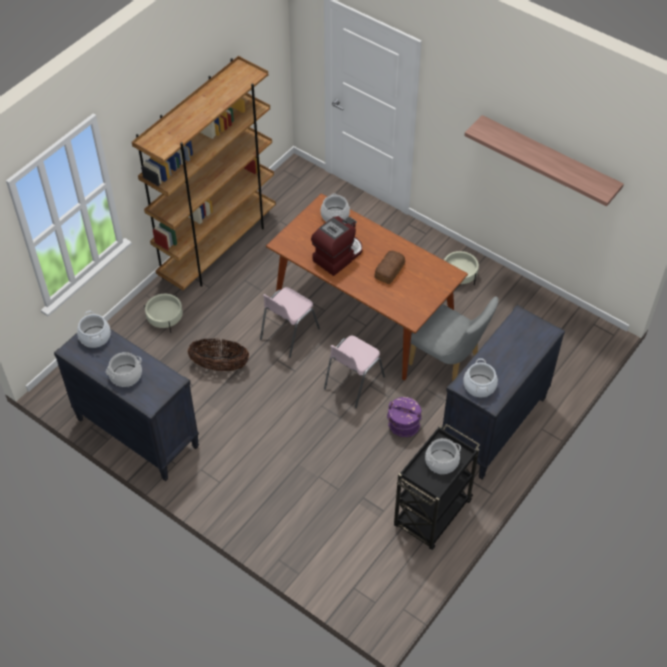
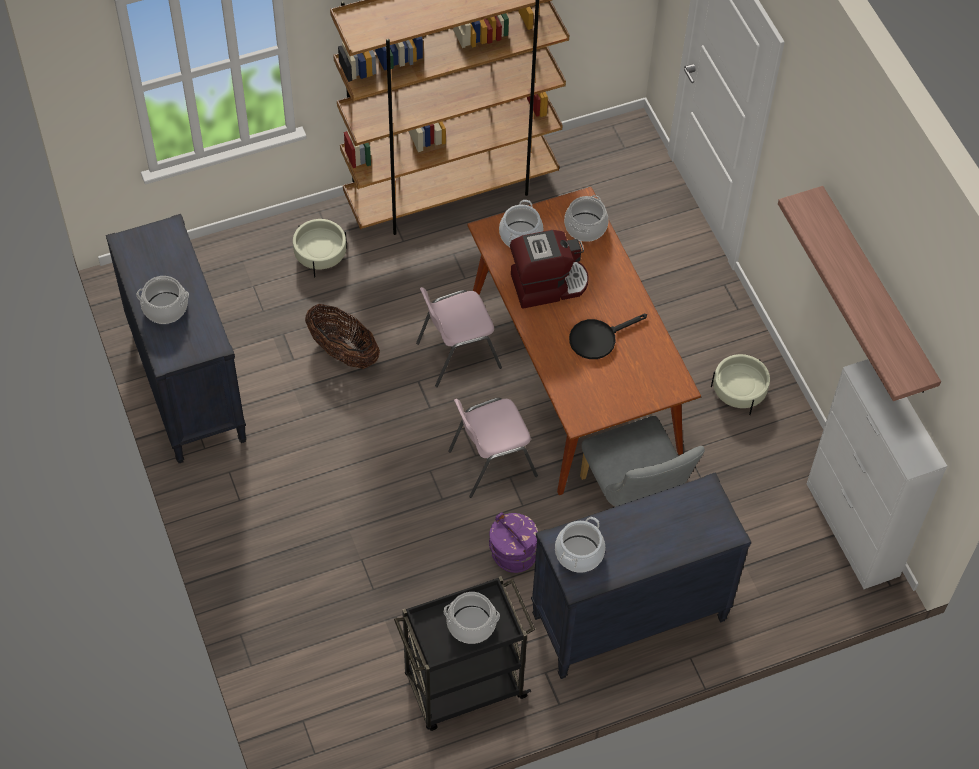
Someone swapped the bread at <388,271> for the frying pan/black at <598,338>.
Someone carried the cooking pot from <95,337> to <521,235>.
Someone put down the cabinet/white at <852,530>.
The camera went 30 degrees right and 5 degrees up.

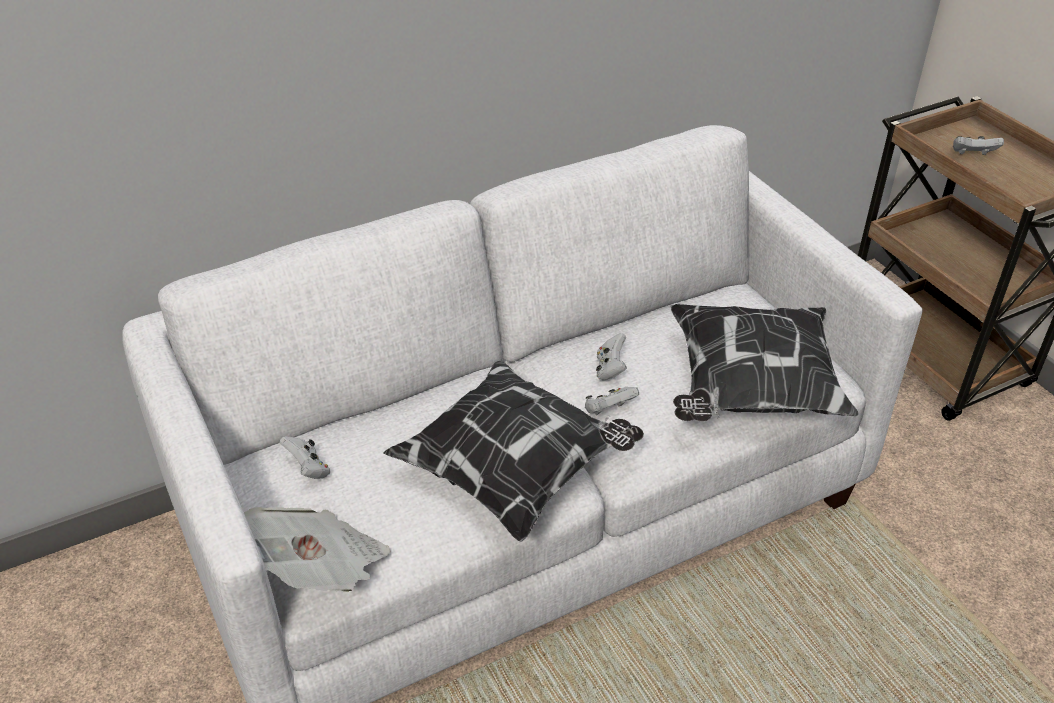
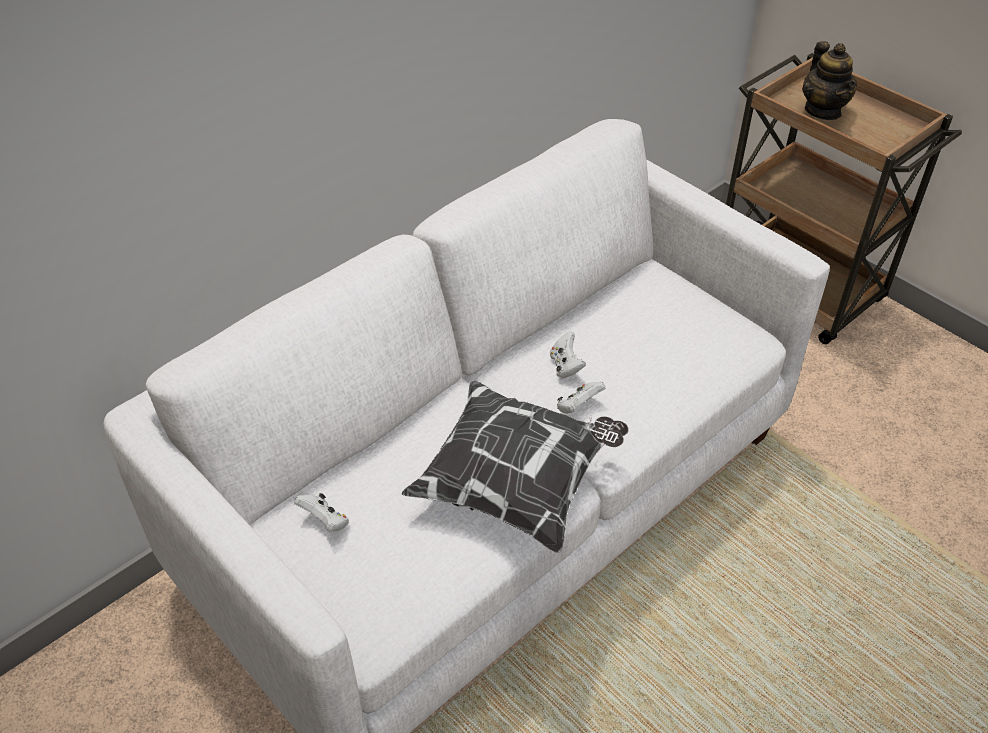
Someone swapped the game controller/white at <972,155> for the teapot at <823,110>.
Someone took away the pillow at <749,390>.
Someone took away the newspaper at <318,570>.
The camera went 15 degrees left and 5 degrees up.

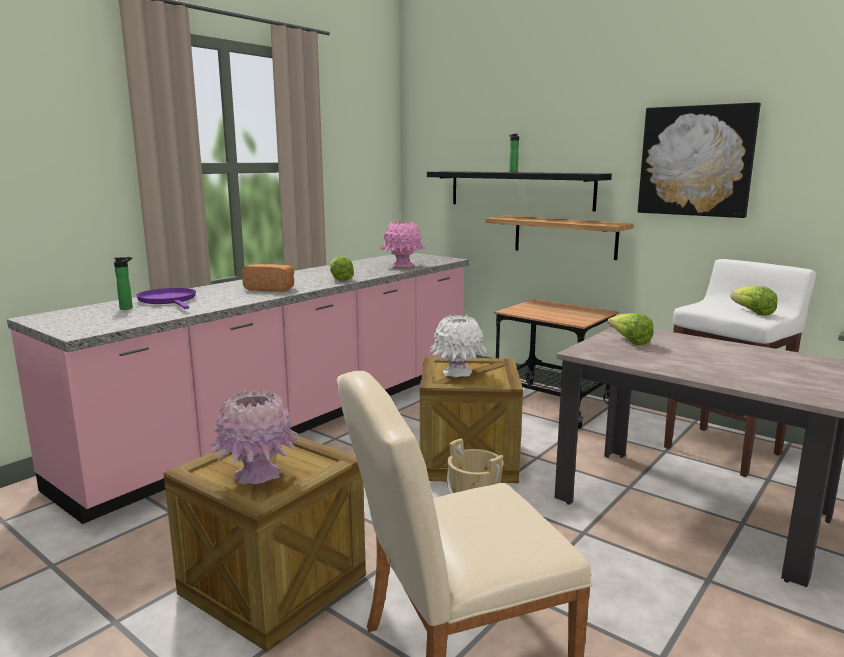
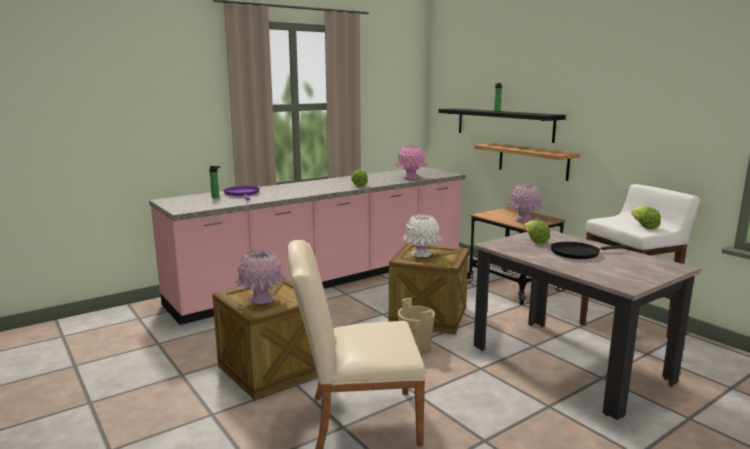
Someone took away the picture at <696,161>.
Someone took away the bread at <271,289>.
Someone put down the vase/pink at <524,220>.
Someone put down the frying pan/black at <577,253>.
The camera went 15 degrees right and 0 degrees up.

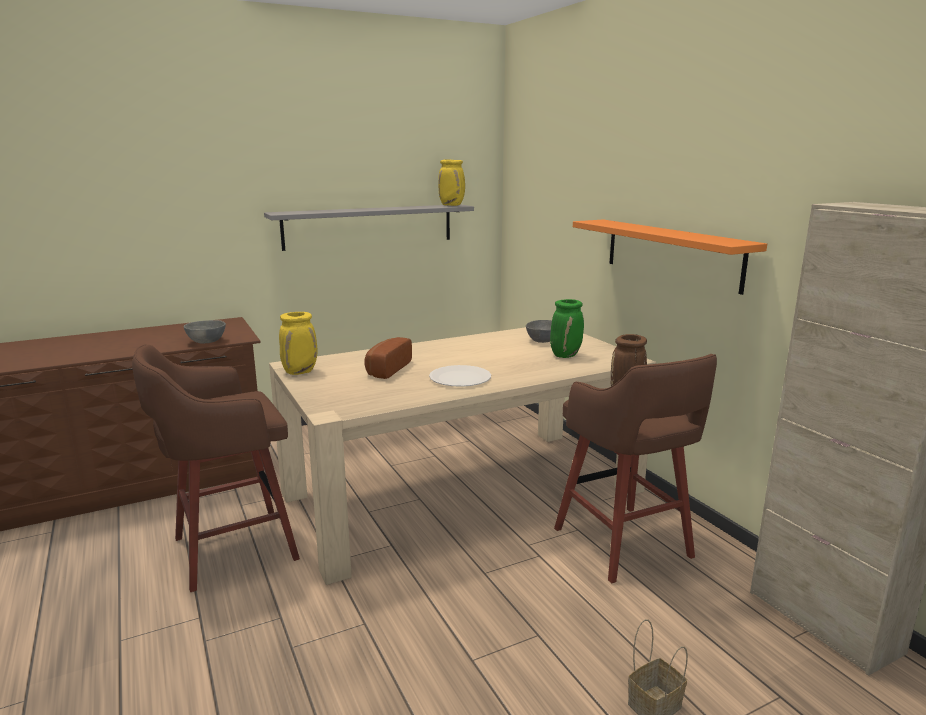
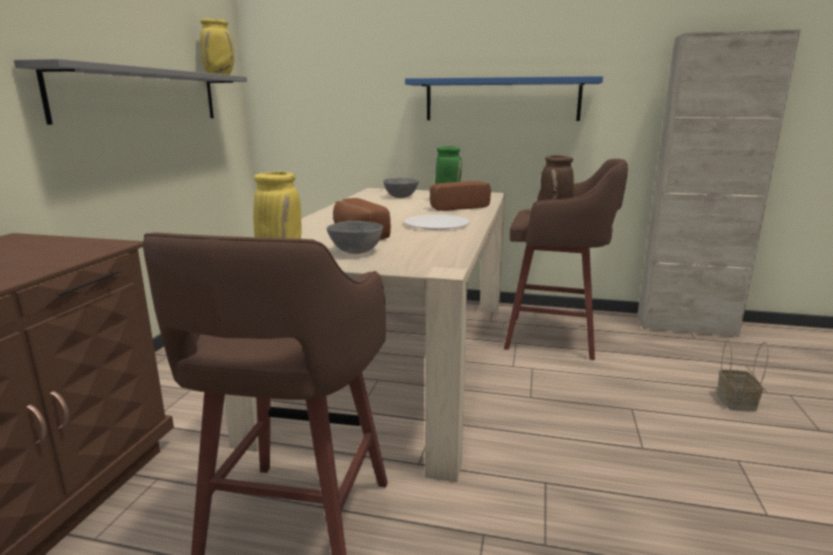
Someone repainted the shelf/orange at <671,253>, which became the shelf/blue at <502,100>.
Someone carried the bowl/grey from <205,342> to <355,252>.
Someone put down the bread at <457,207>.
The camera went 50 degrees left and 0 degrees up.

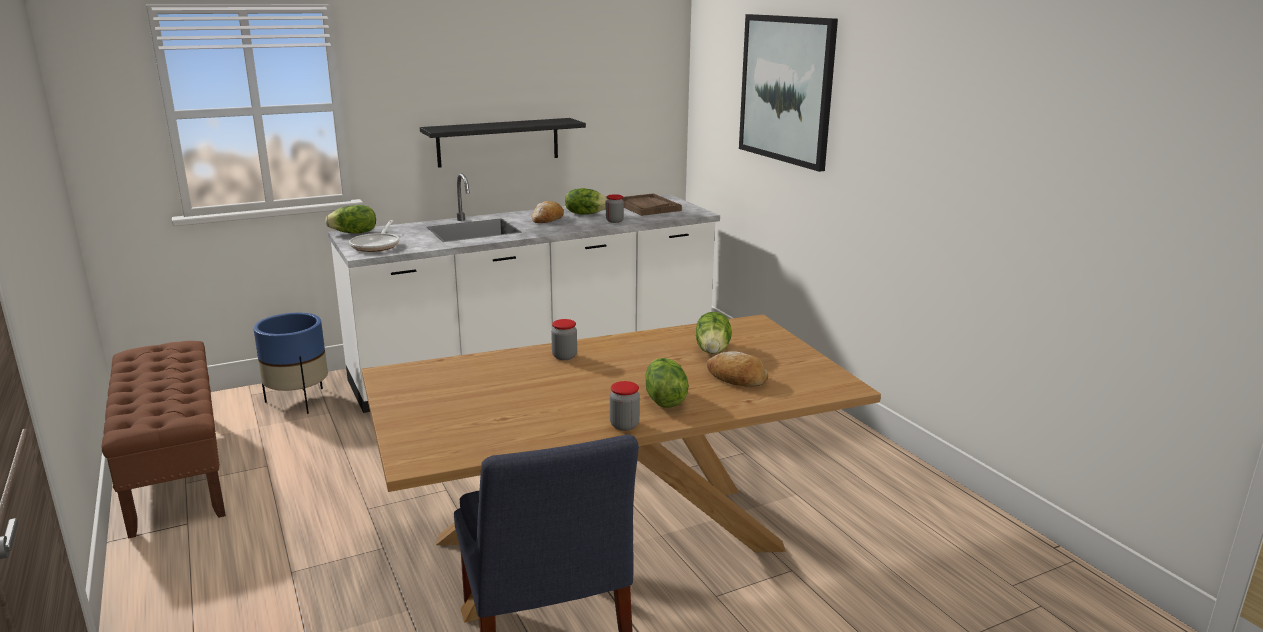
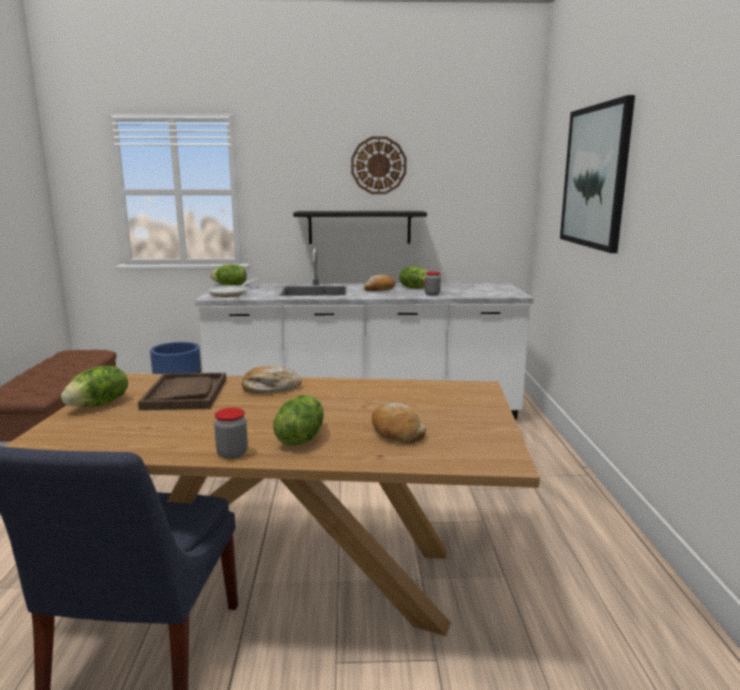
Someone carried the tray/brown from <647,207> to <185,394>.
Someone carried the lettuce from <713,350> to <99,404>.
Someone swapped the jar at <564,356> for the bread at <270,388>.
Someone put up the wall clock at <378,165>.
The camera went 25 degrees right and 5 degrees down.

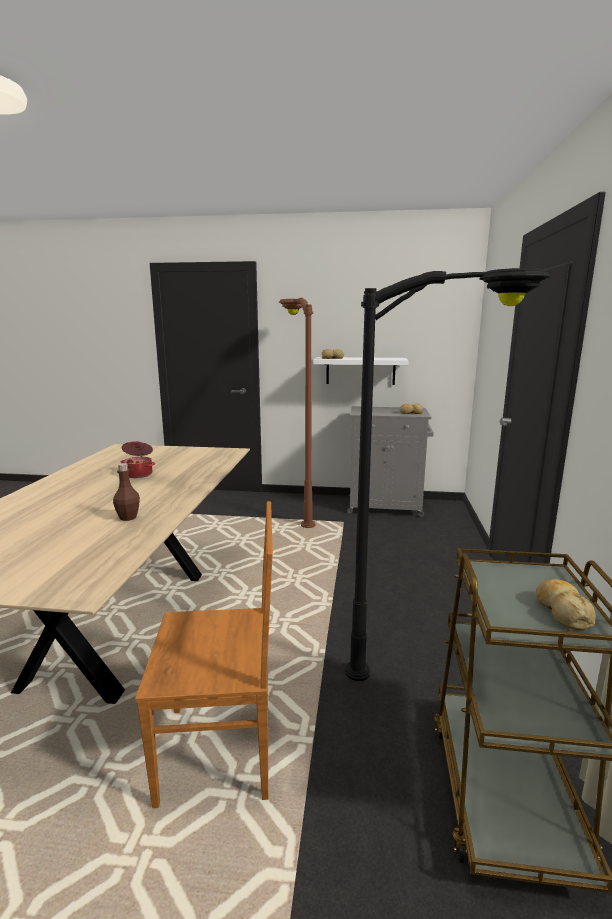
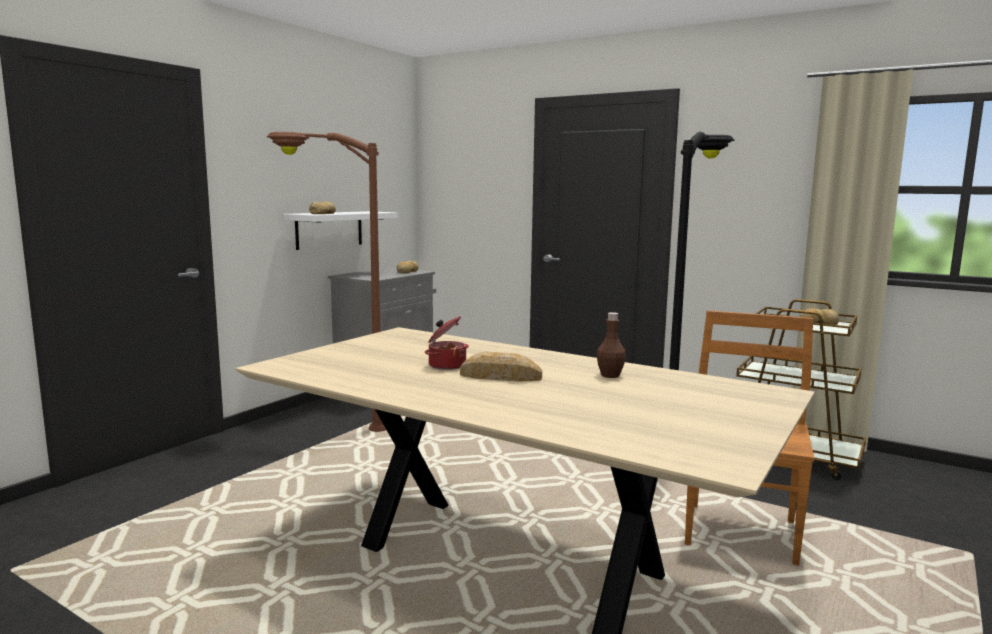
Someone put down the bread at <500,376>.
The camera went 65 degrees left and 5 degrees down.

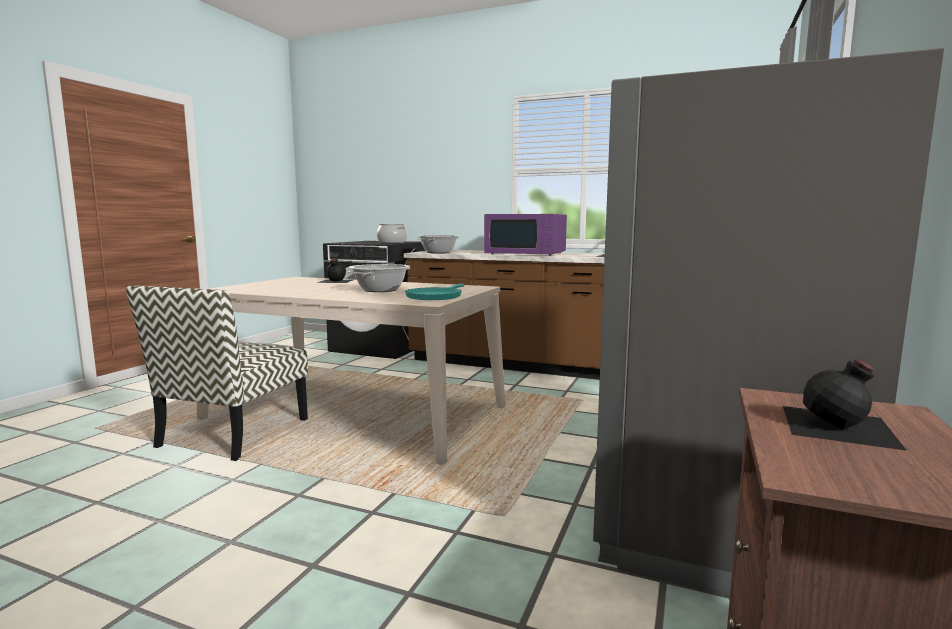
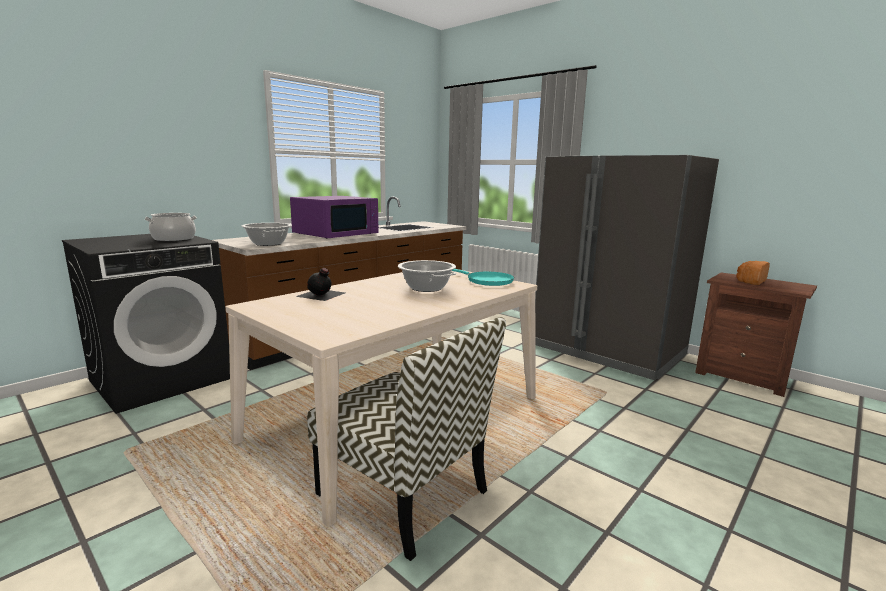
Someone swapped the bottle/black at <840,426> for the bread at <750,281>.
The camera went 70 degrees left and 5 degrees up.

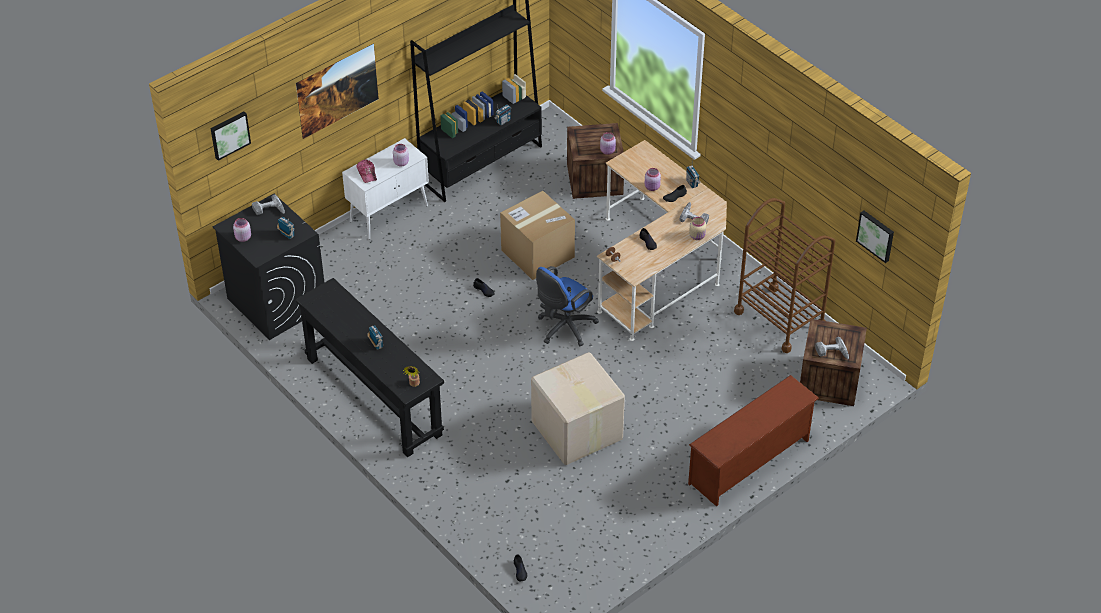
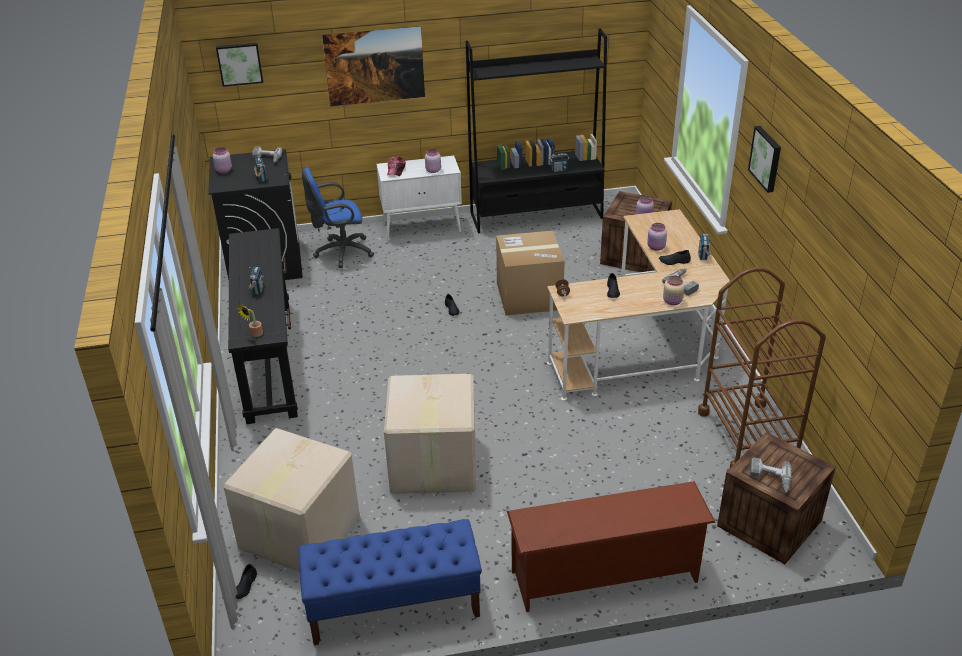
Someone carried the picture from <876,235> to <766,158>.
Someone carried the office chair/blue from <564,328> to <340,252>.
Someone put down the cardboard box at <297,532>.
Someone put down the bench/blue at <393,606>.
The camera went 30 degrees right and 10 degrees down.

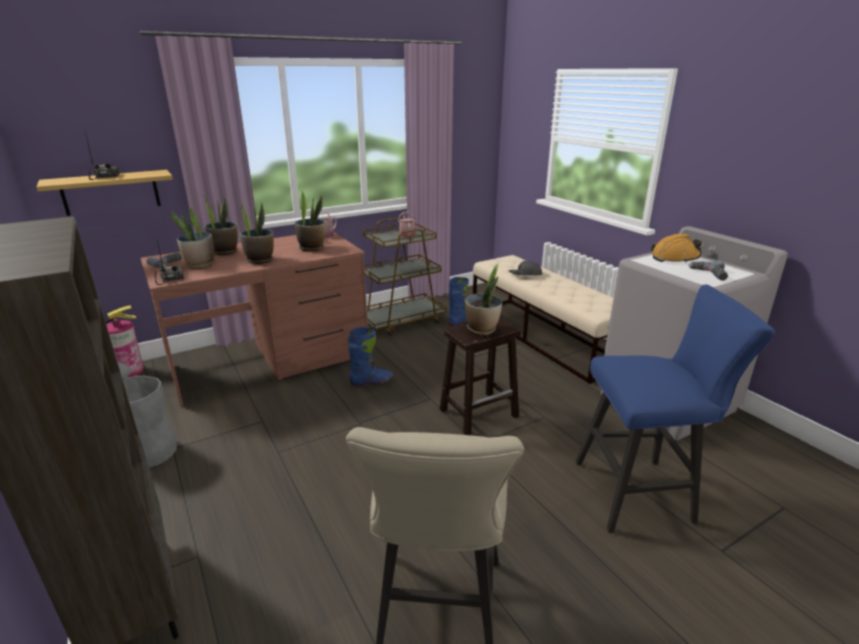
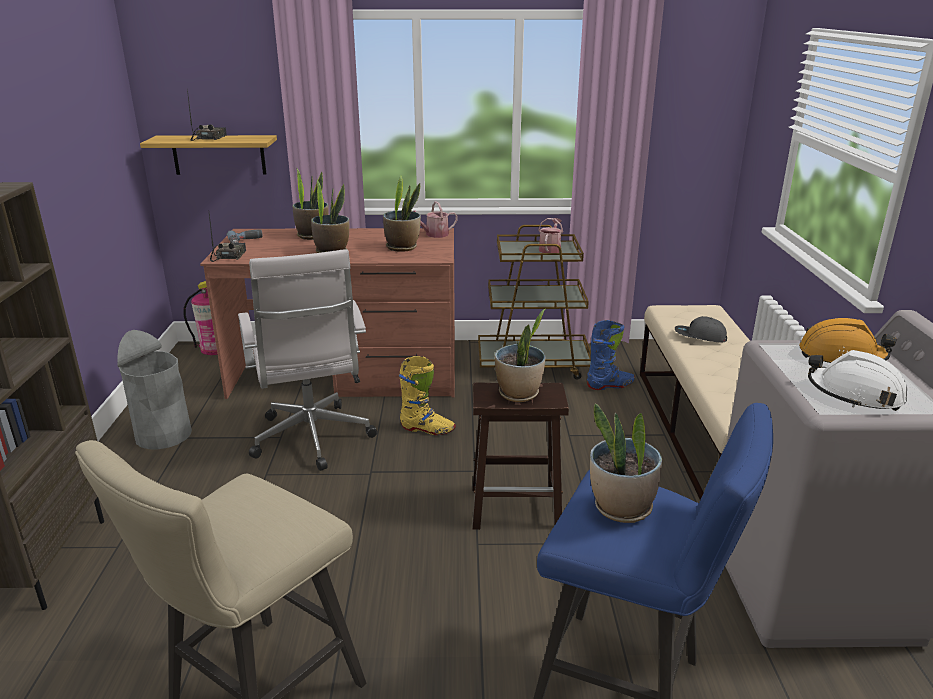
Someone carried the potted plant from <200,264> to <621,508>.
Someone swapped the power drill at <709,274> for the hard hat/white at <854,394>.
Someone repainted the boot/blue at <371,382>, which became the boot/yellow at <427,429>.
Someone put down the office chair/white at <313,440>.
The camera went 30 degrees right and 0 degrees up.

